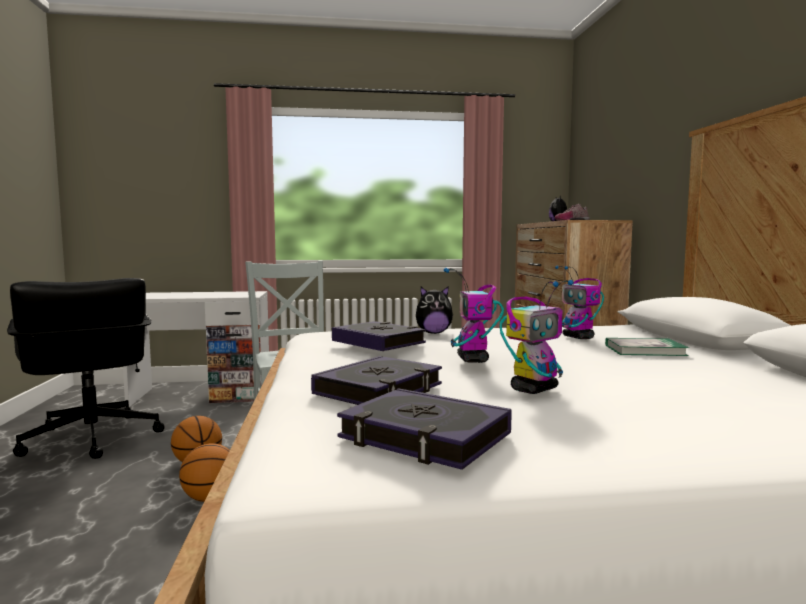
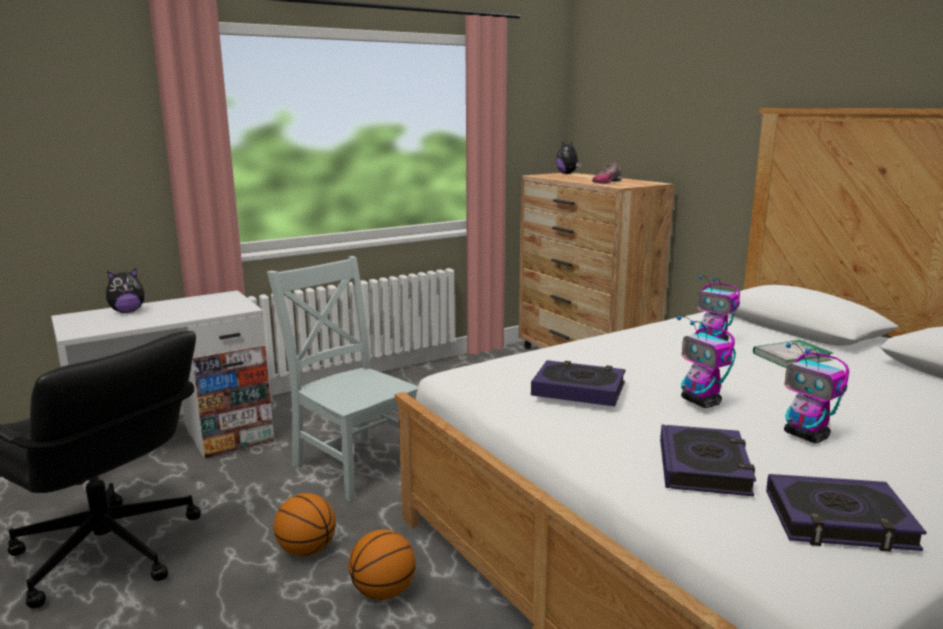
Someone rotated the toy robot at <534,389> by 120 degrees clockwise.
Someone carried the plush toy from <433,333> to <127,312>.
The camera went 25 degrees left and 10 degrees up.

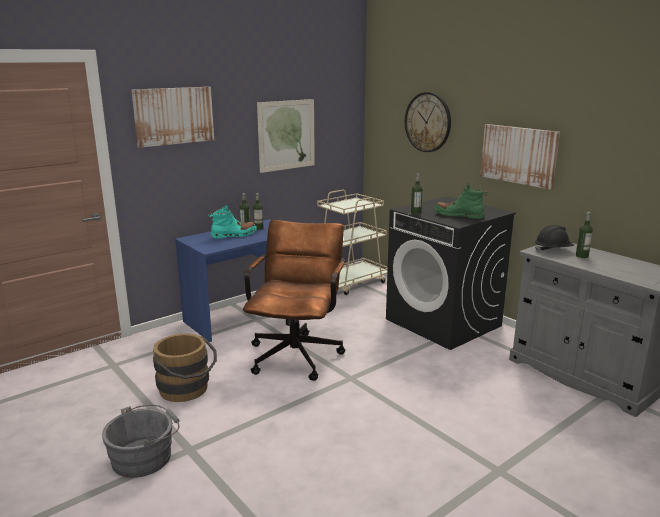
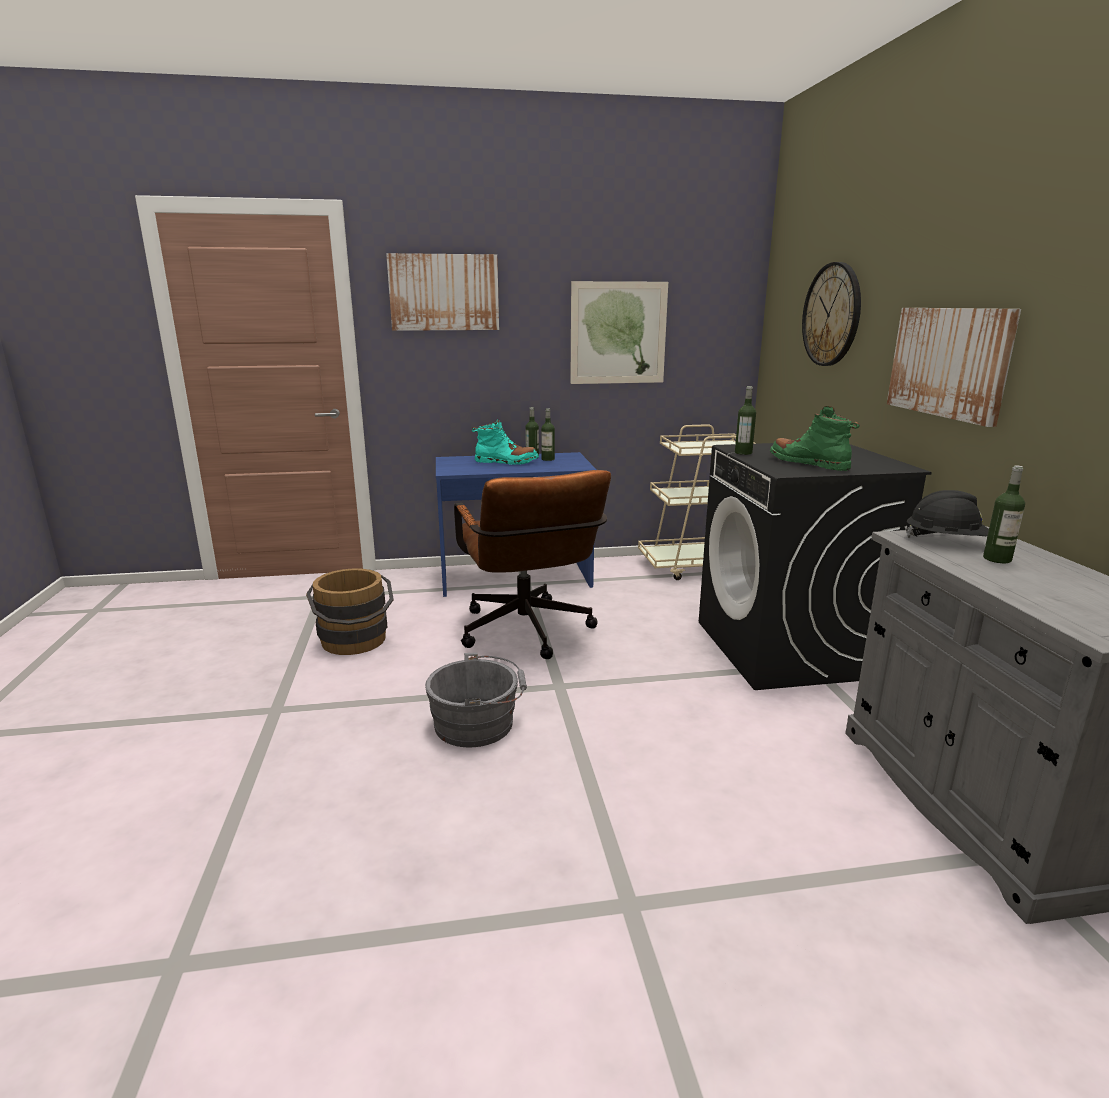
Someone rotated the office chair/brown at <297,352> by 120 degrees clockwise.
Someone carried the bucket/grey from <145,456> to <479,724>.
The camera went 30 degrees right and 0 degrees up.

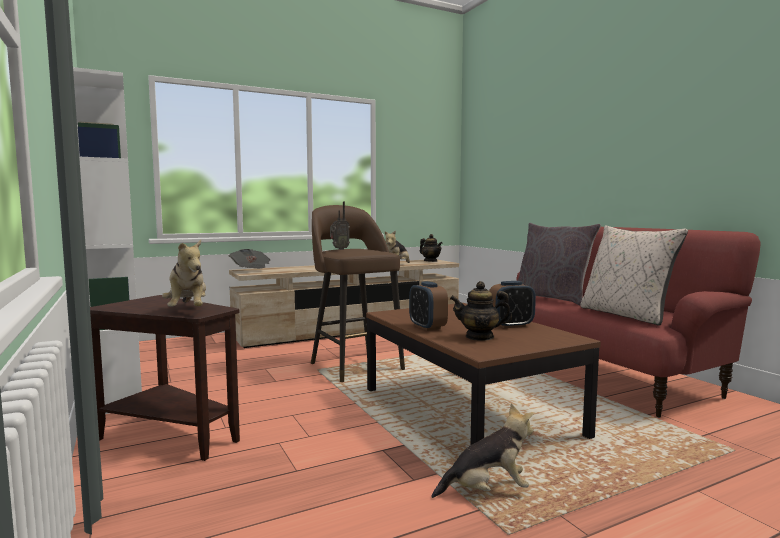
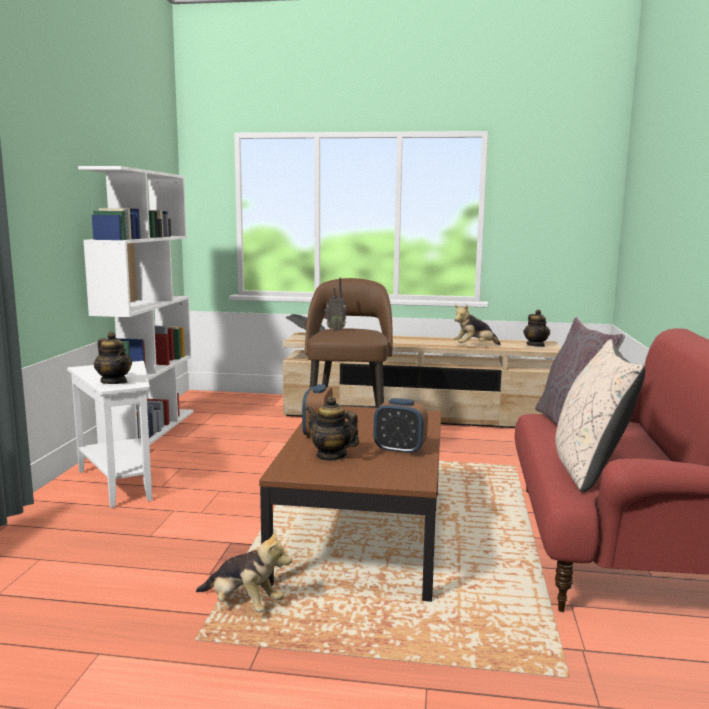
Someone swapped the plush toy at <188,310> for the teapot at <114,382>.
Someone repainted the side table/brown at <170,435>, which became the side table/white at <120,482>.
The camera went 35 degrees right and 5 degrees up.

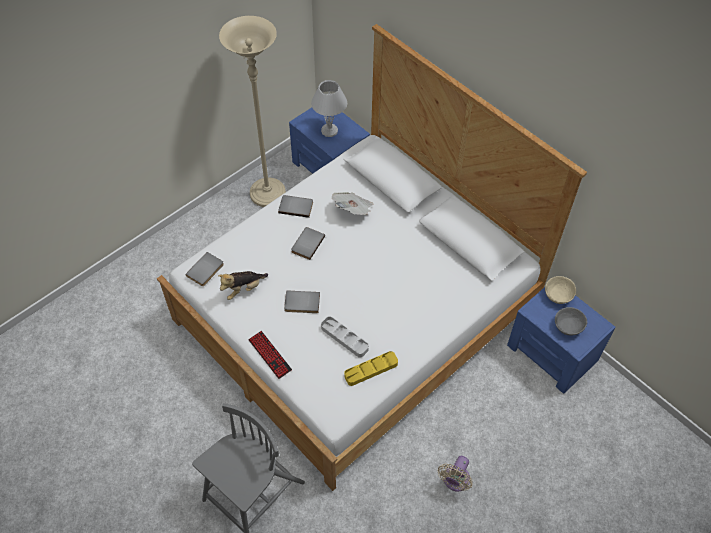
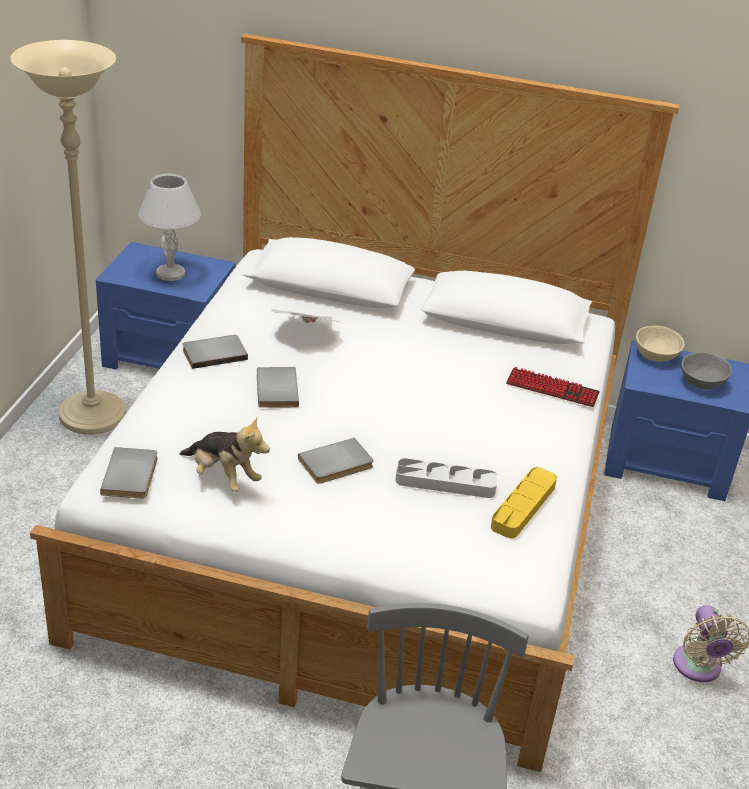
Someone rotated the plush toy at <243,289> by 75 degrees counterclockwise.
Someone carried the keyboard from <270,355> to <552,389>.
The camera went 35 degrees left and 20 degrees down.

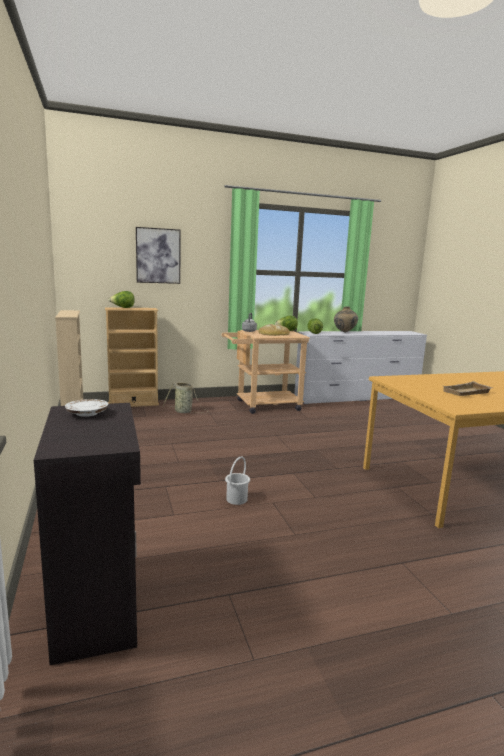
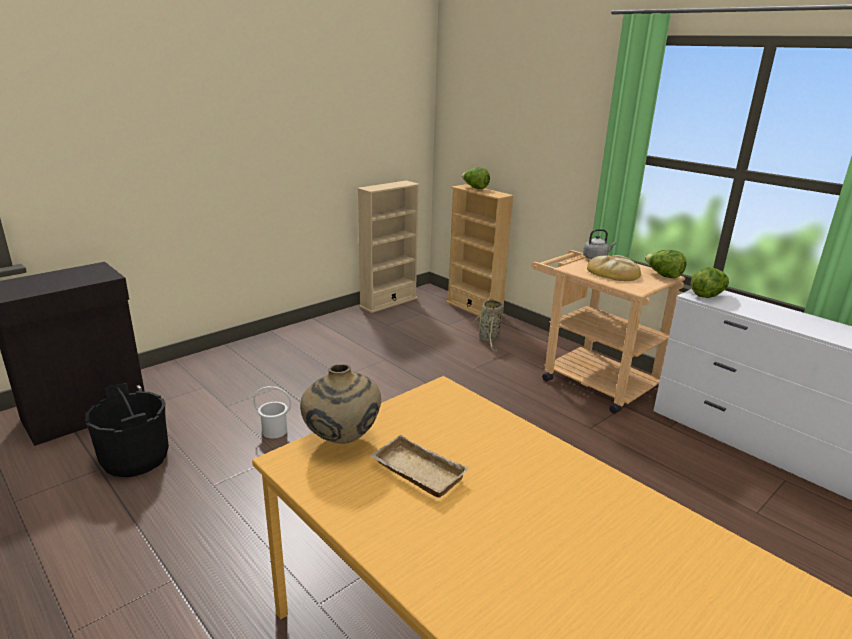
Someone took away the picture at <158,256>.
Someone carried the vase/beige from <344,332> to <342,441>.
Someone took away the plate/white at <87,413>.
Someone put down the bucket/black at <135,458>.
The camera went 65 degrees right and 10 degrees up.

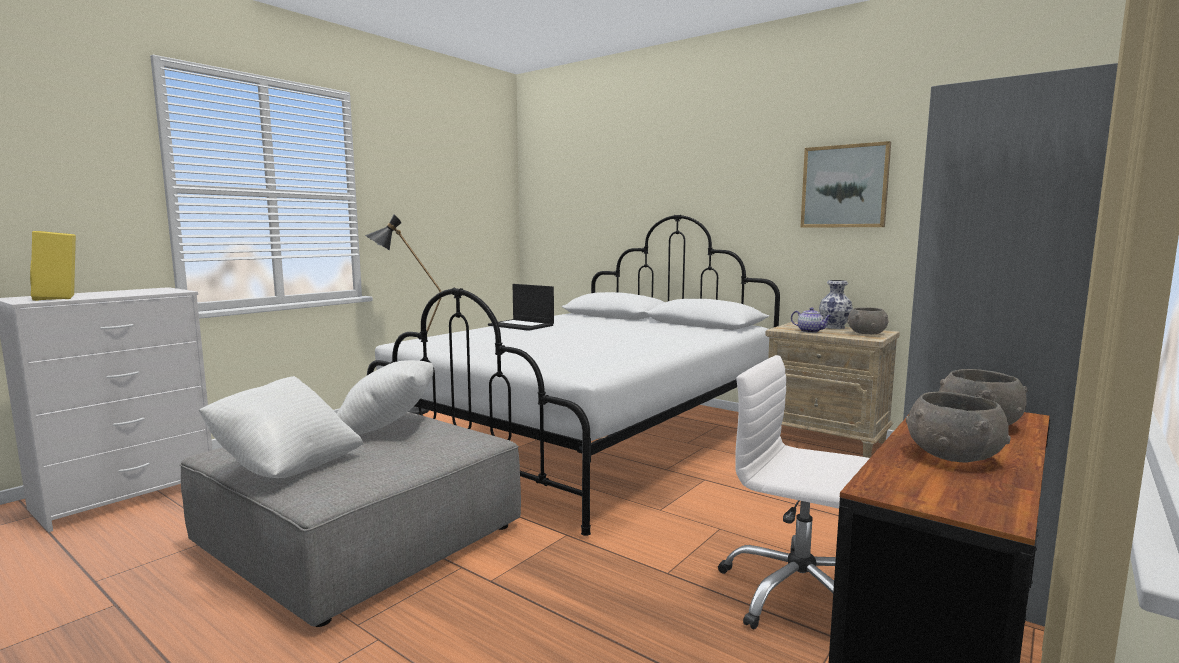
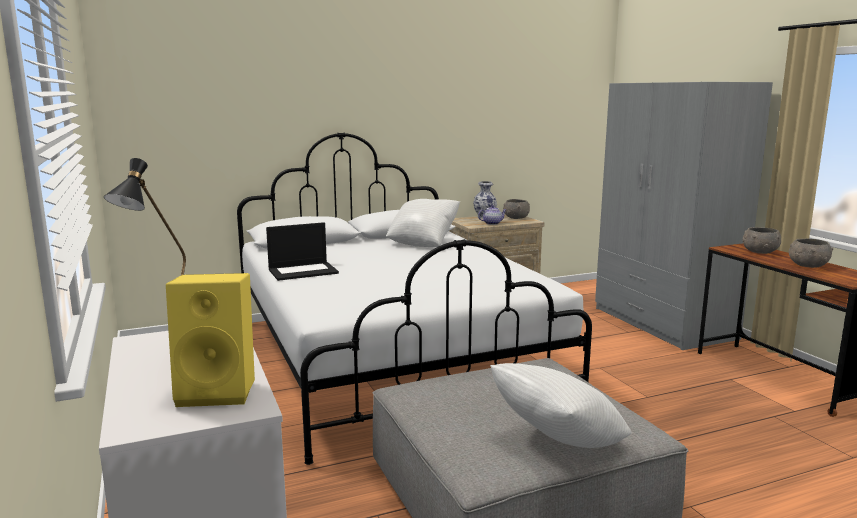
Someone took away the picture at <844,186>.
Someone took away the office chair/white at <798,595>.
Someone carried the pillow/white from <388,428> to <423,243>.
The camera went 60 degrees left and 5 degrees up.

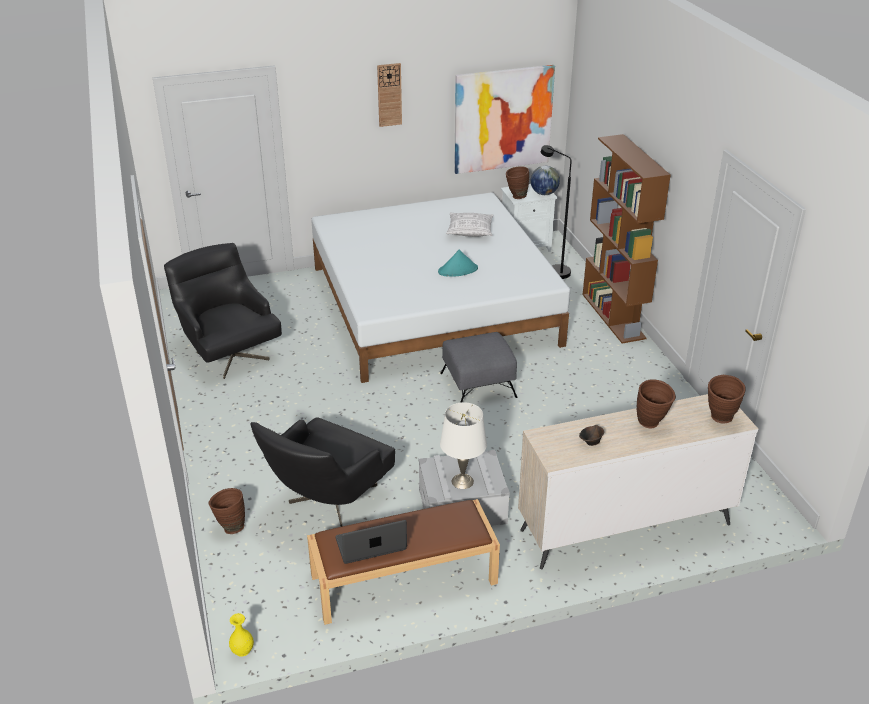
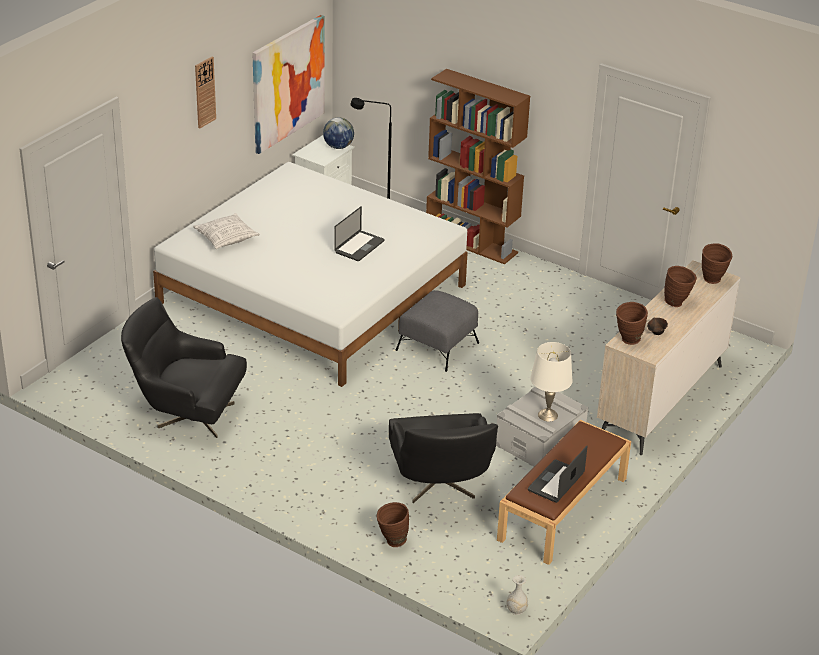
Someone carried the vase/brown from <516,197> to <628,341>.
Someone carried the pillow from <470,231> to <226,238>.
Someone swapped the hat/turquoise at <458,270> for the laptop at <359,247>.
Someone repainted the vase/yellow at <242,650>, which became the vase/white at <516,610>.
The camera went 40 degrees left and 0 degrees up.

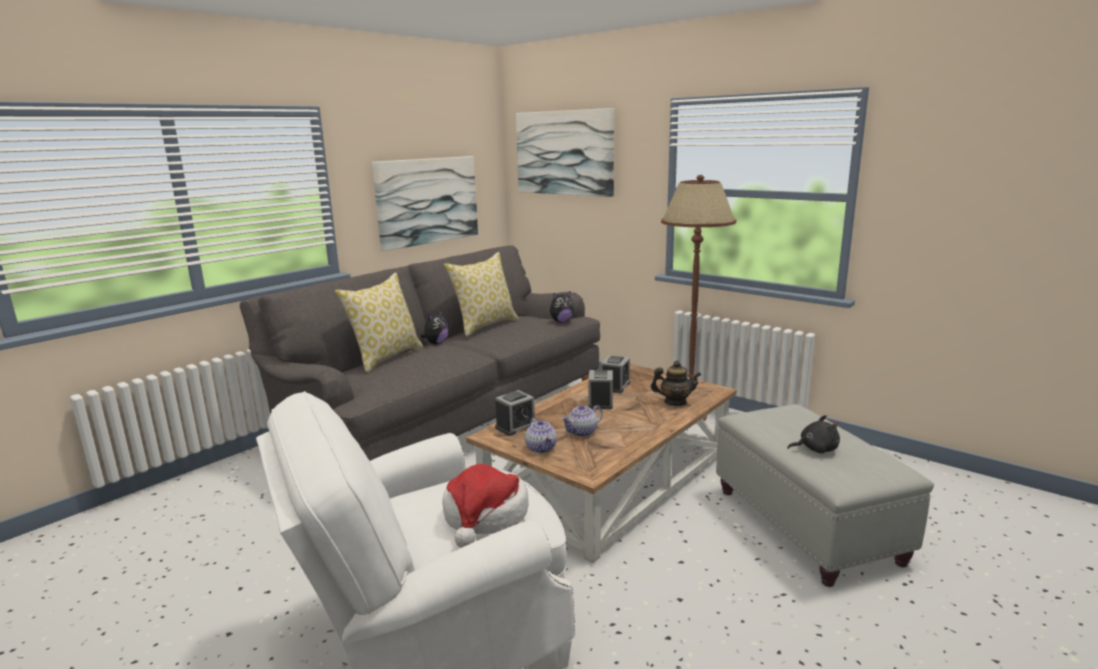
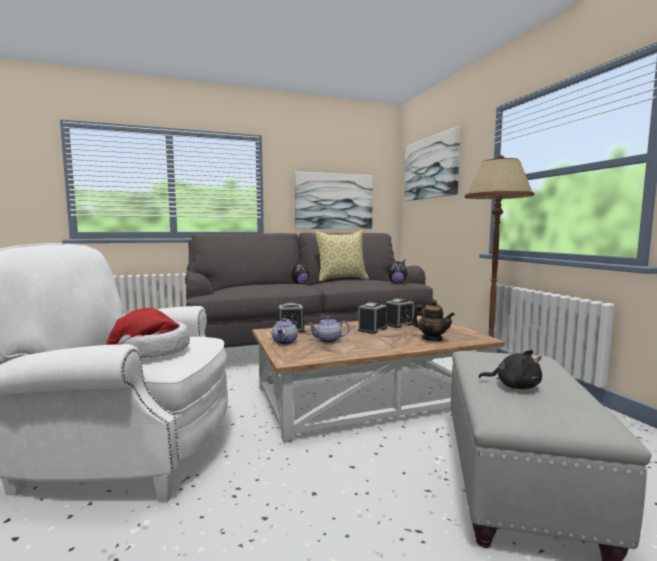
Someone took away the pillow at <386,357>.
The camera went 30 degrees right and 10 degrees down.

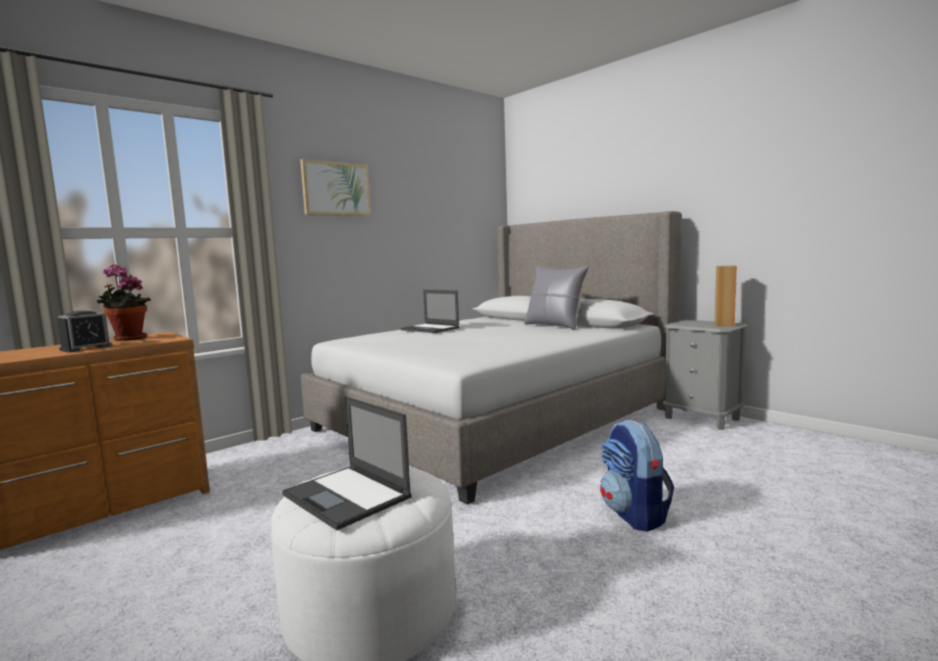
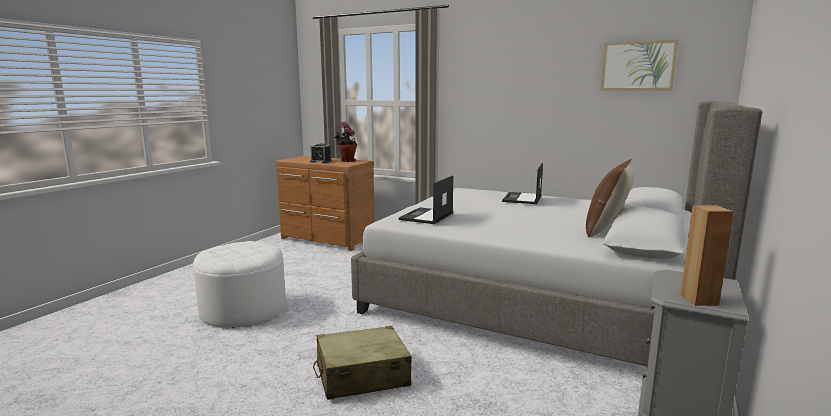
Someone carried the picture from <336,189> to <638,66>.
Someone repainted the pillow/grey at <555,325>, which became the pillow/brown at <606,229>.
Someone carried the laptop from <347,496> to <426,216>.
Someone swapped the backpack at <634,515> for the suitcase/beige at <361,375>.
The camera went 70 degrees right and 5 degrees up.

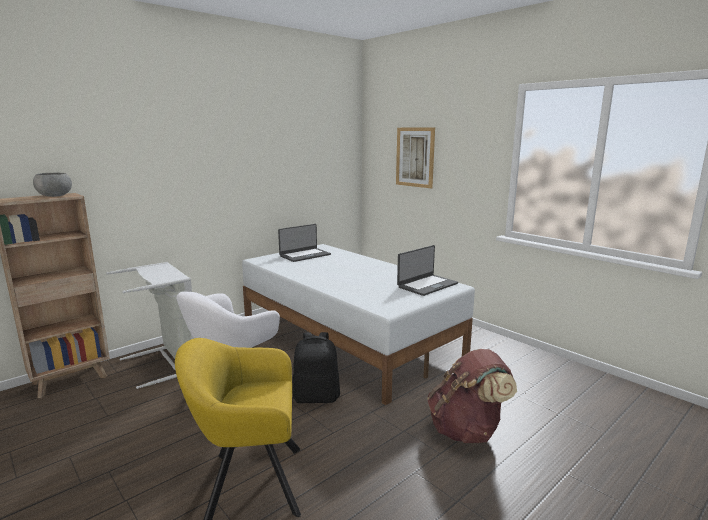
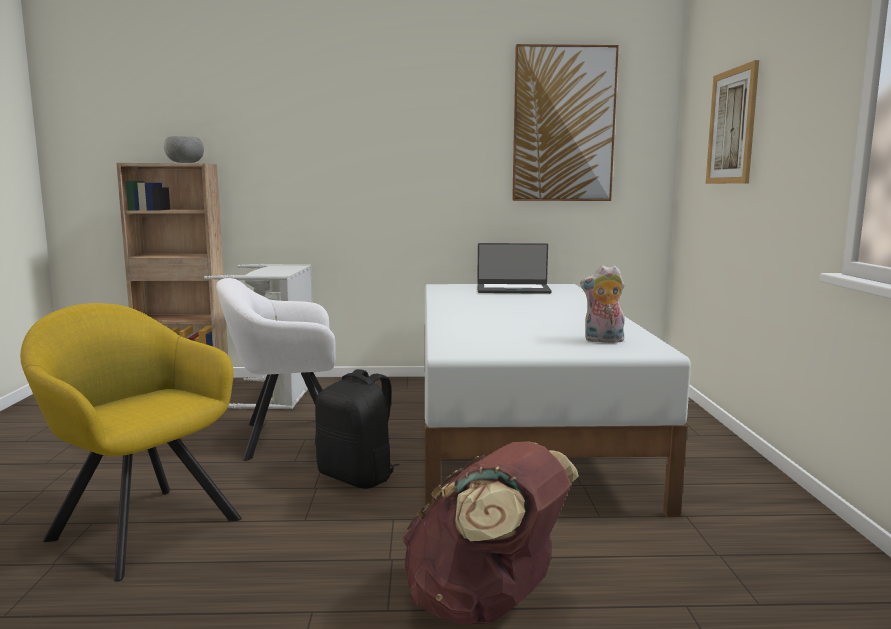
Someone swapped the laptop at <427,285> for the plush toy at <603,341>.
Someone put up the picture at <563,124>.
The camera went 40 degrees right and 5 degrees down.

